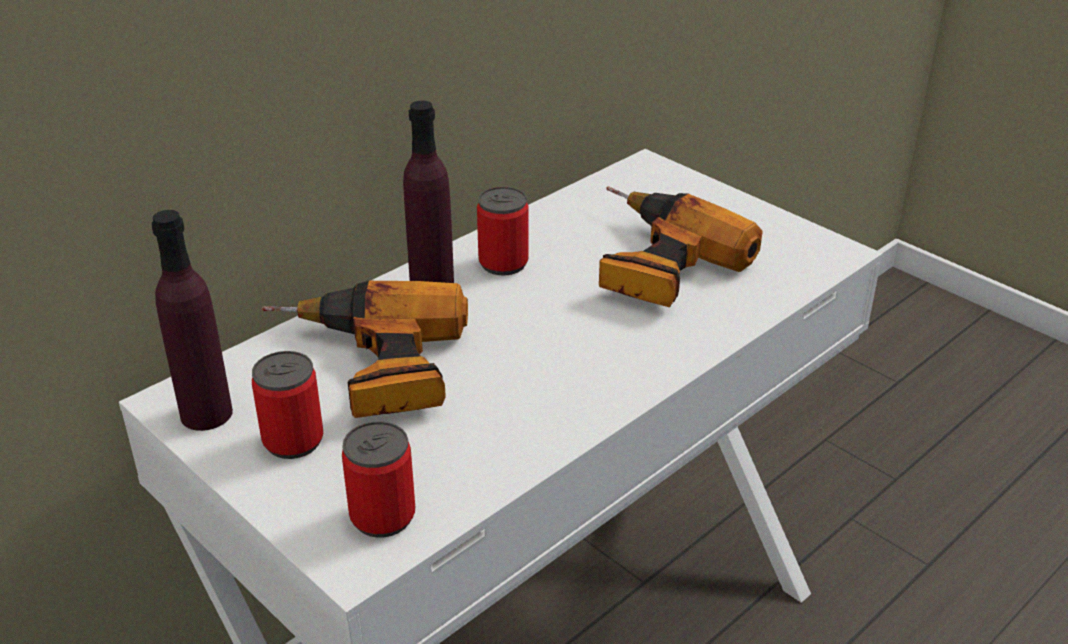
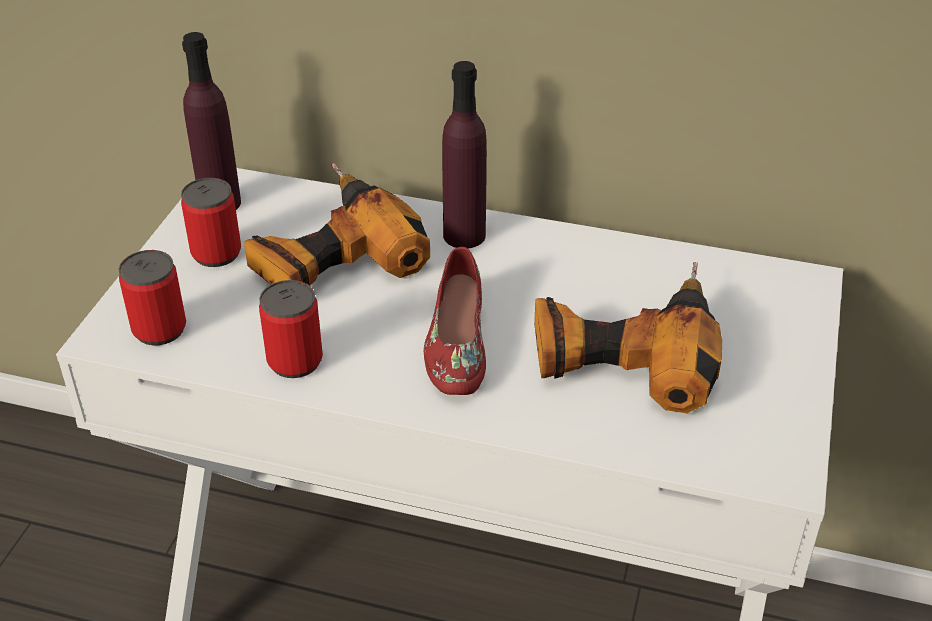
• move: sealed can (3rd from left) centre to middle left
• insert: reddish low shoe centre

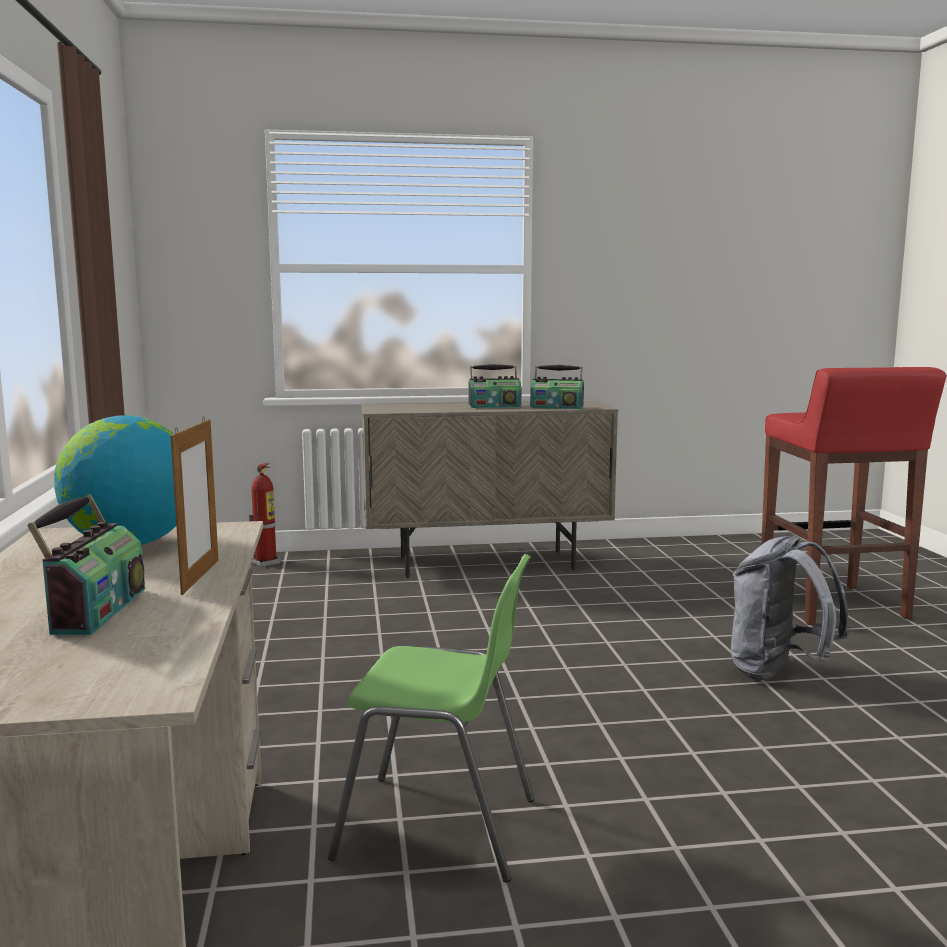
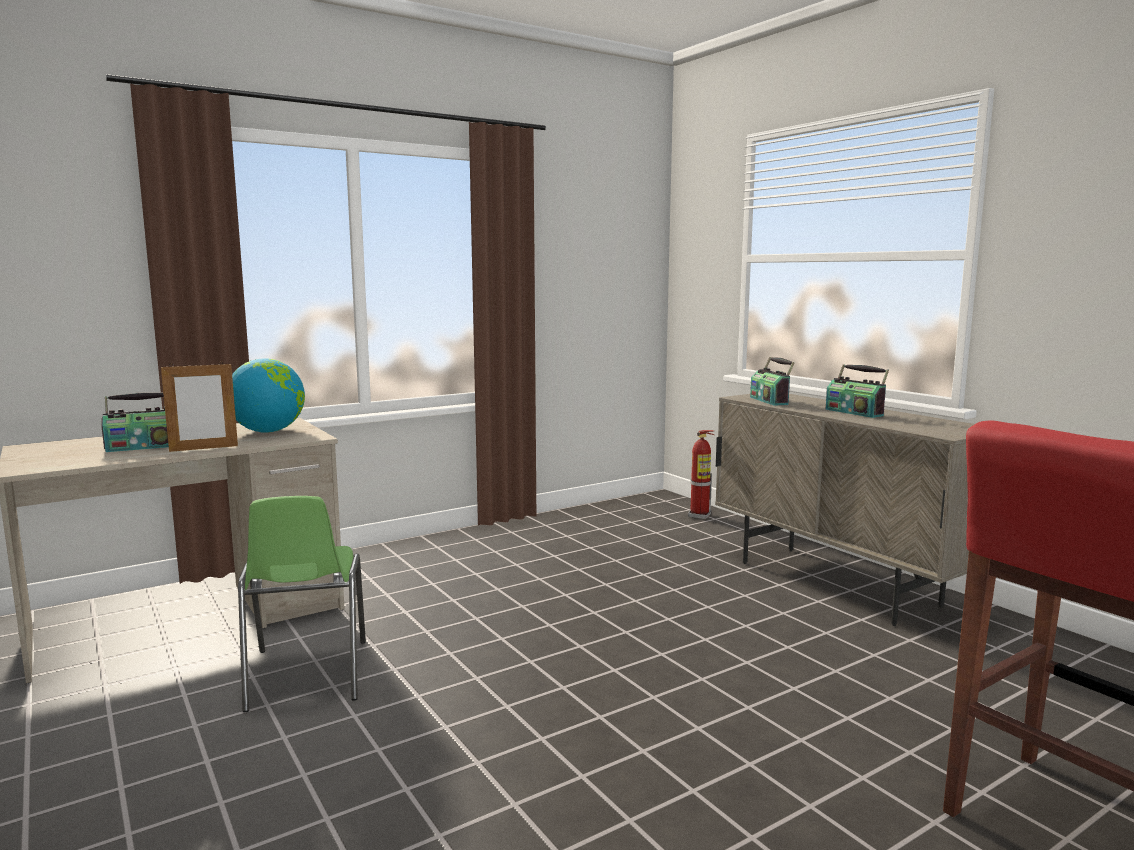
• move: radio (3rd from left in the first image) centre to radio (2nd from left) middle right
• delete: grey backpack middle right

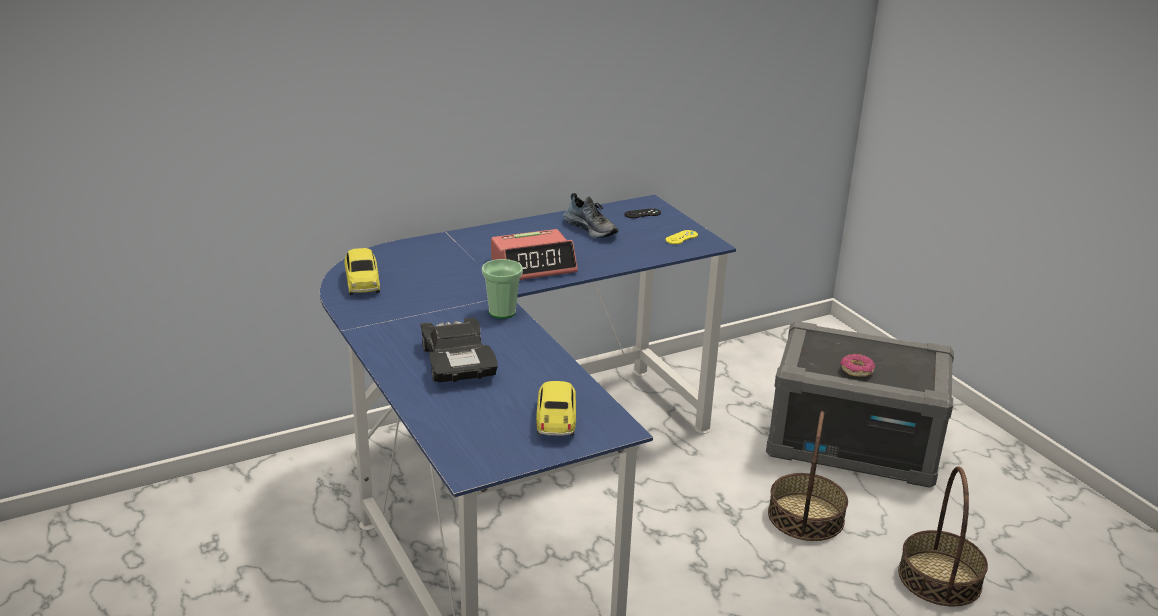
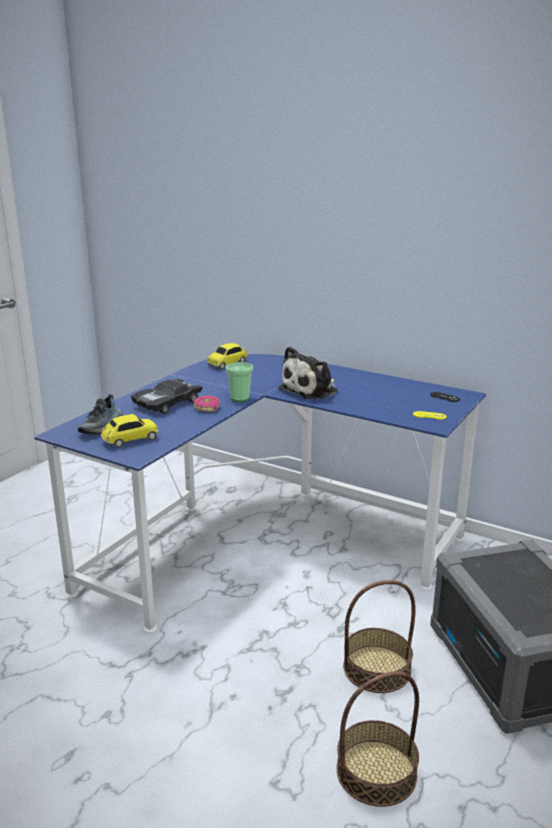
• replace: table clock centre to cuddly toy centre
• move: low shoe centre to middle left
• move: donut middle right to centre

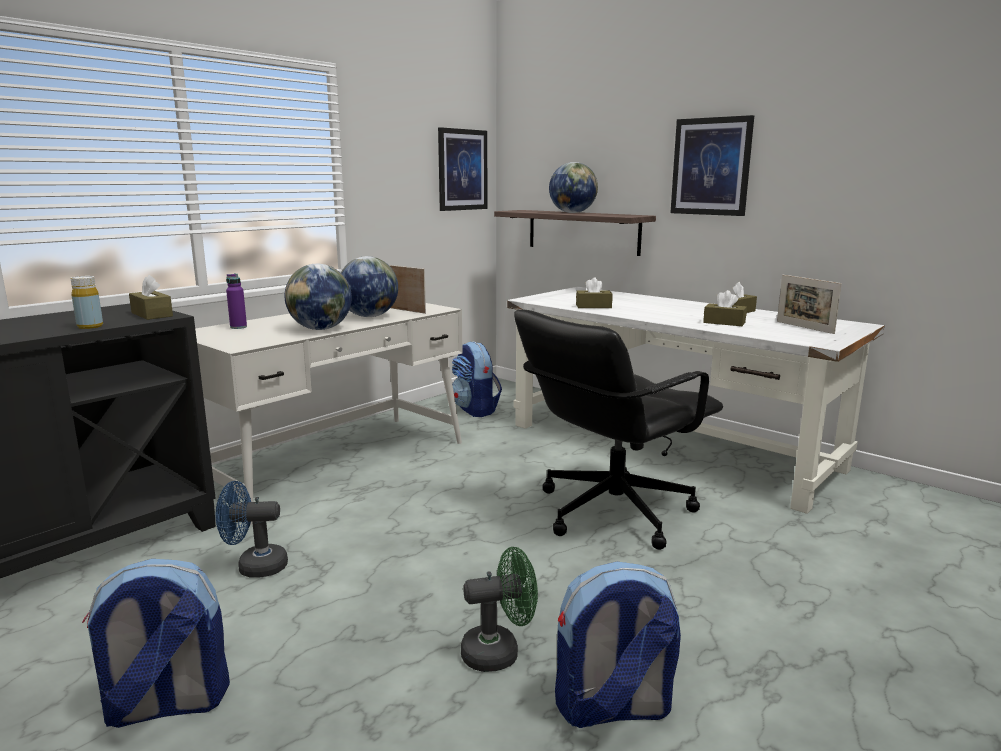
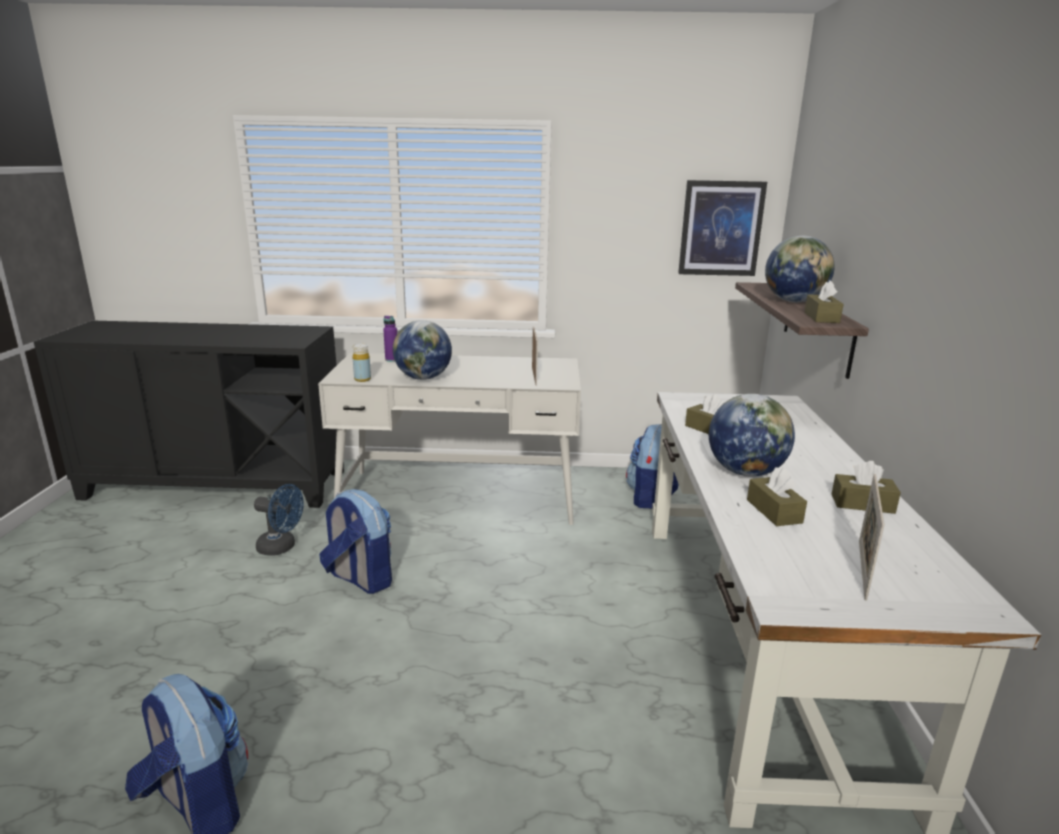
• move: yellowish beverage bottle middle left to centre
• move: backpack (1st from left in the first image) bottom left to backpack (2nd from left) centre
• move: brown tissue box (1st from left in the first image) middle left to brown tissue box (3rd from left) middle right
• rotate: blue electric fan bottom left = middle left 150 degrees clockwise
• move: desk globe (2nd from left) centre to middle right
• delete: green-coloured electric fan bottom centre
• delete: blackish desk chair centre
• delete: wall art (2nd from left) top right

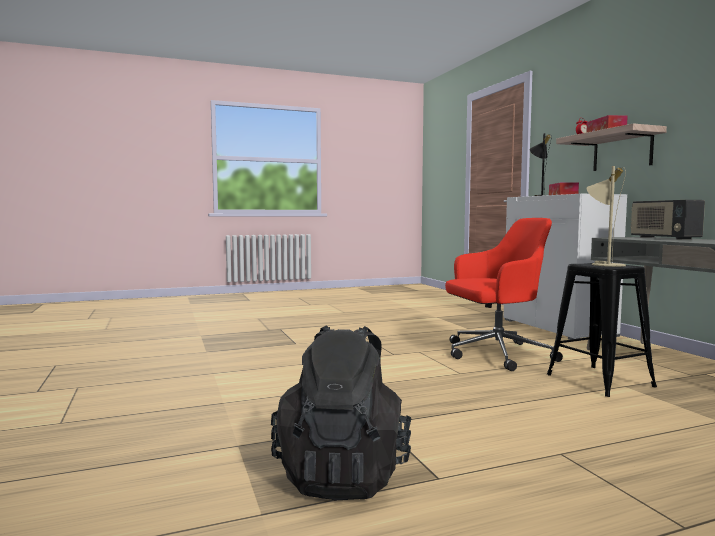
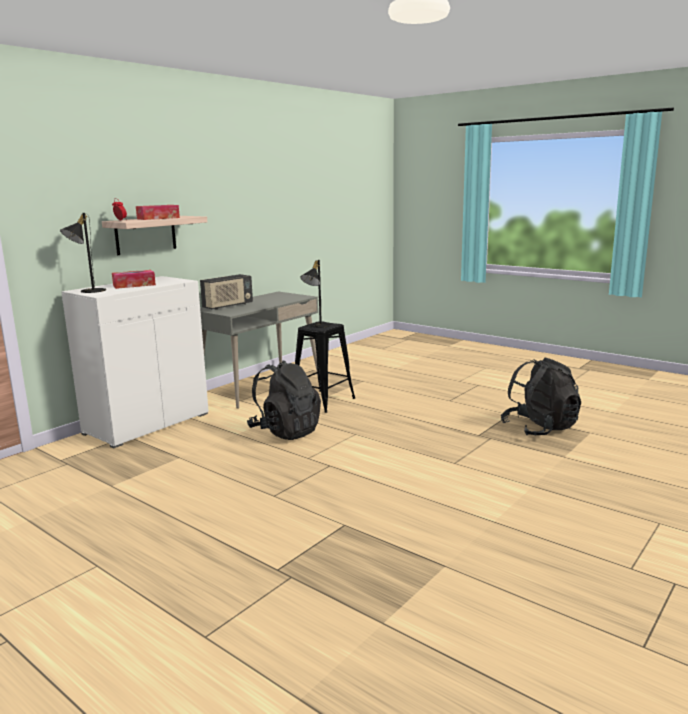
• replace: reddish desk chair middle right to blackish backpack (1st from left) centre
• recolor: beige-coloured table lamp middle right to blackish table lamp (2nd from left) centre

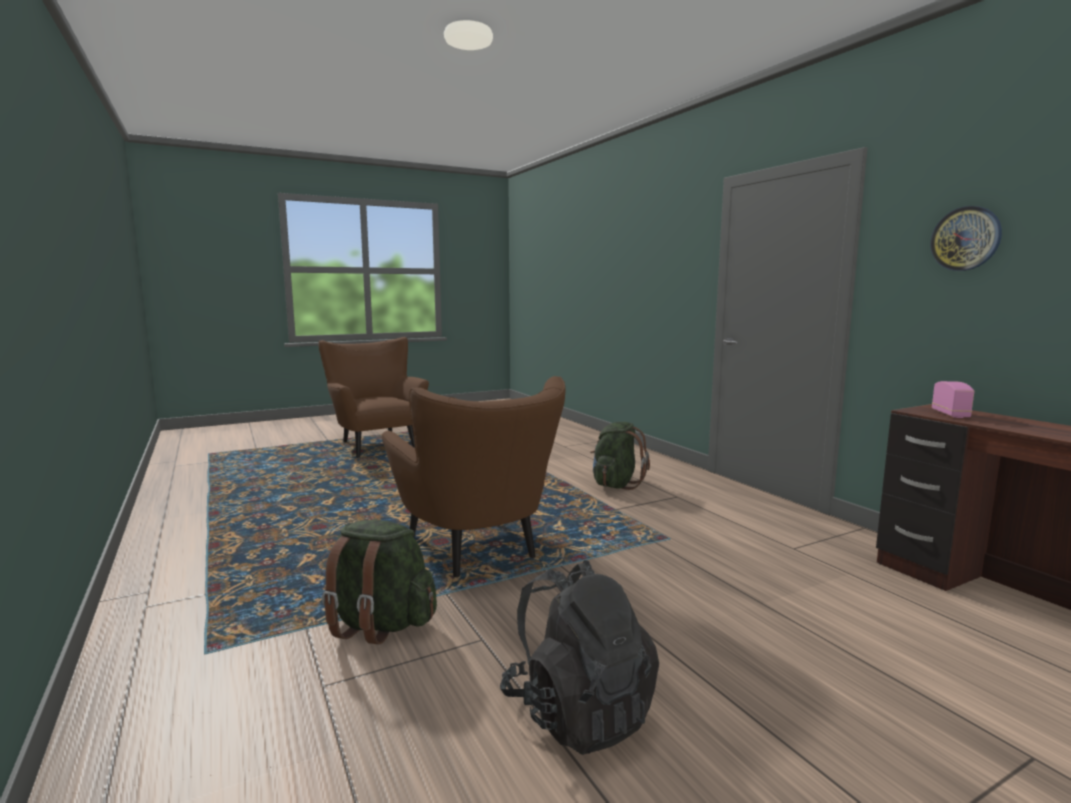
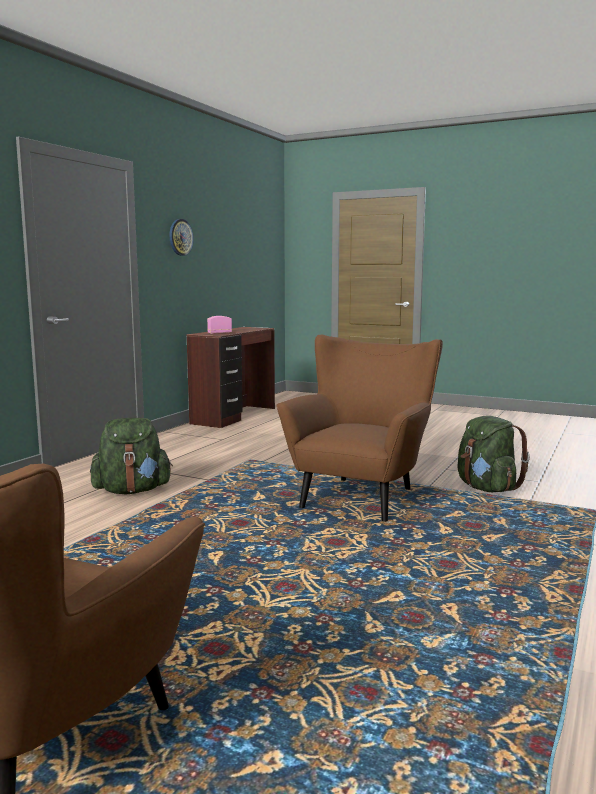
• delete: blackish backpack bottom centre

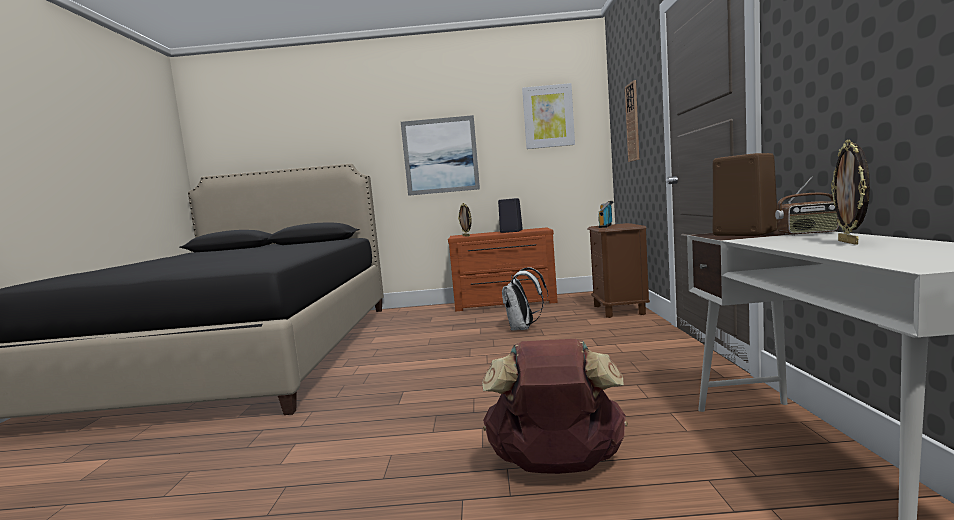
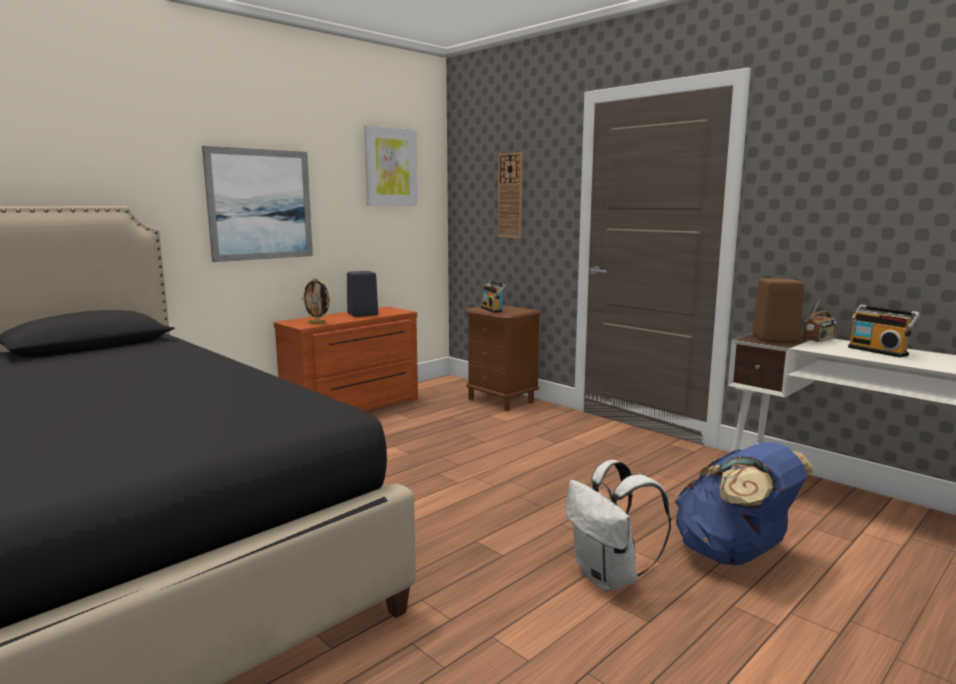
• recolor: brown backpack bottom centre to blue backpack bottom right
• move: white backpack centre to bottom centre
• replace: standing frame (2nd from left) middle right to radio (3rd from left) middle right

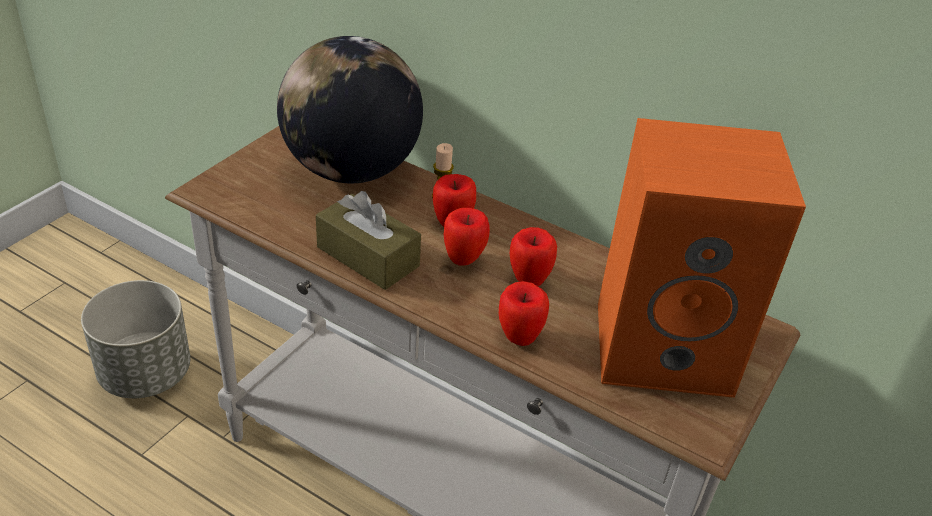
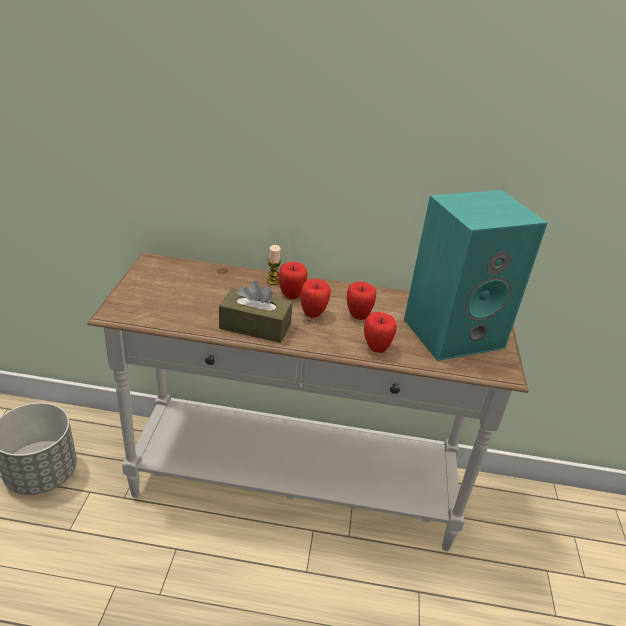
• delete: desk globe top centre
• recolor: orange loudspeaker middle right to turquoise loudspeaker middle right

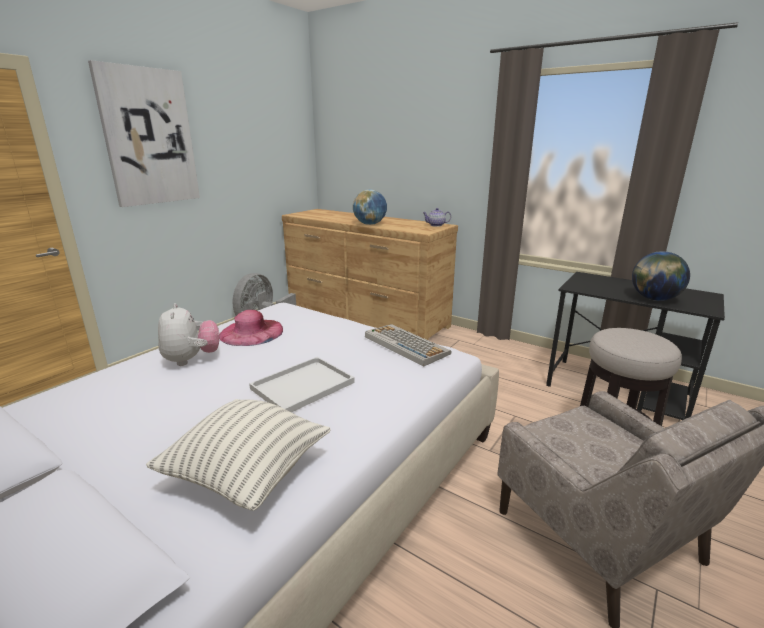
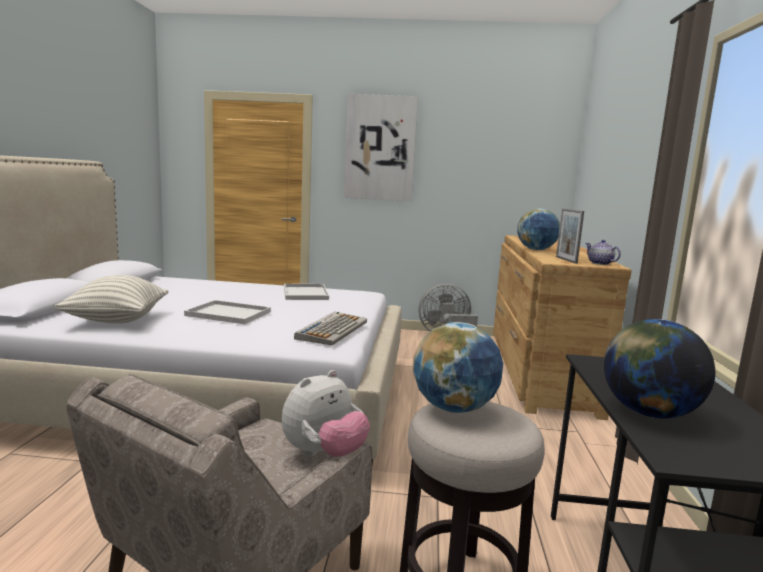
• move: cuddly toy middle left to bottom centre
• replace: pinkish hat middle left to white serving tray (2nd from left) centre
• insert: desk globe (1st from left) centre
• insert: standing frame middle right

